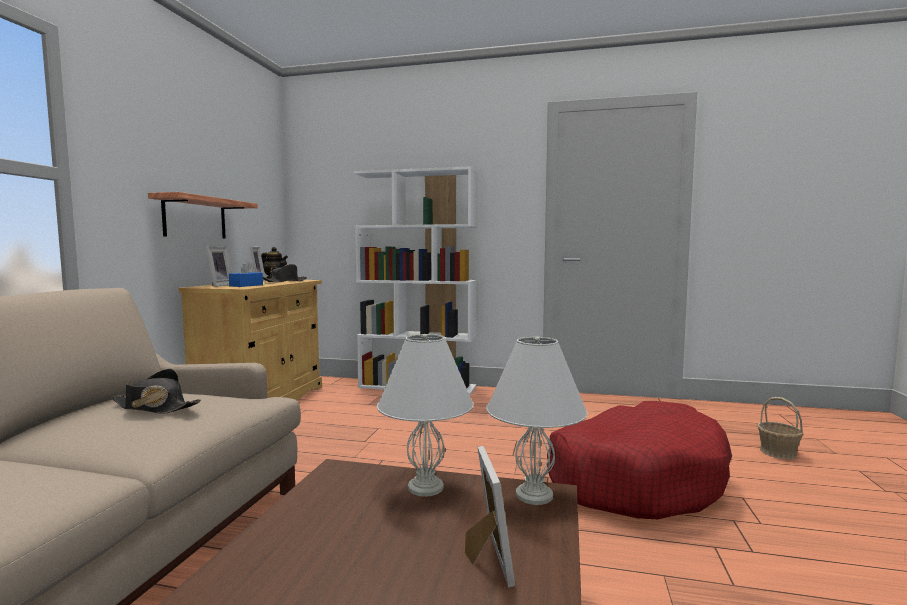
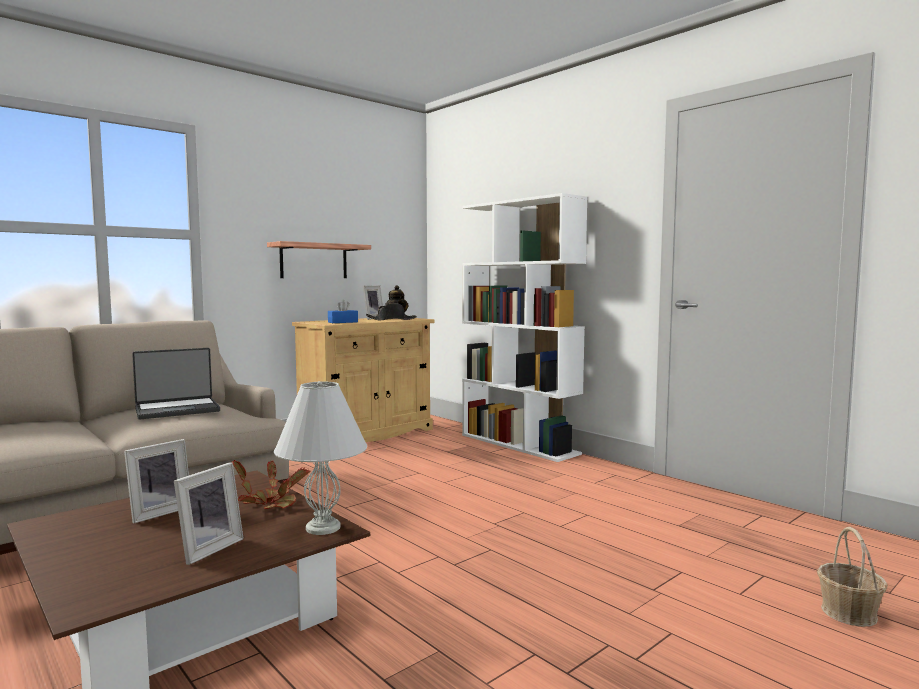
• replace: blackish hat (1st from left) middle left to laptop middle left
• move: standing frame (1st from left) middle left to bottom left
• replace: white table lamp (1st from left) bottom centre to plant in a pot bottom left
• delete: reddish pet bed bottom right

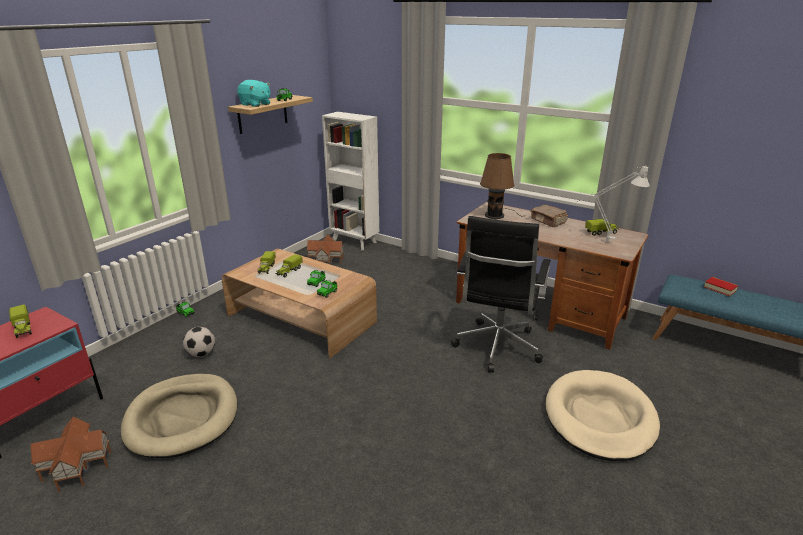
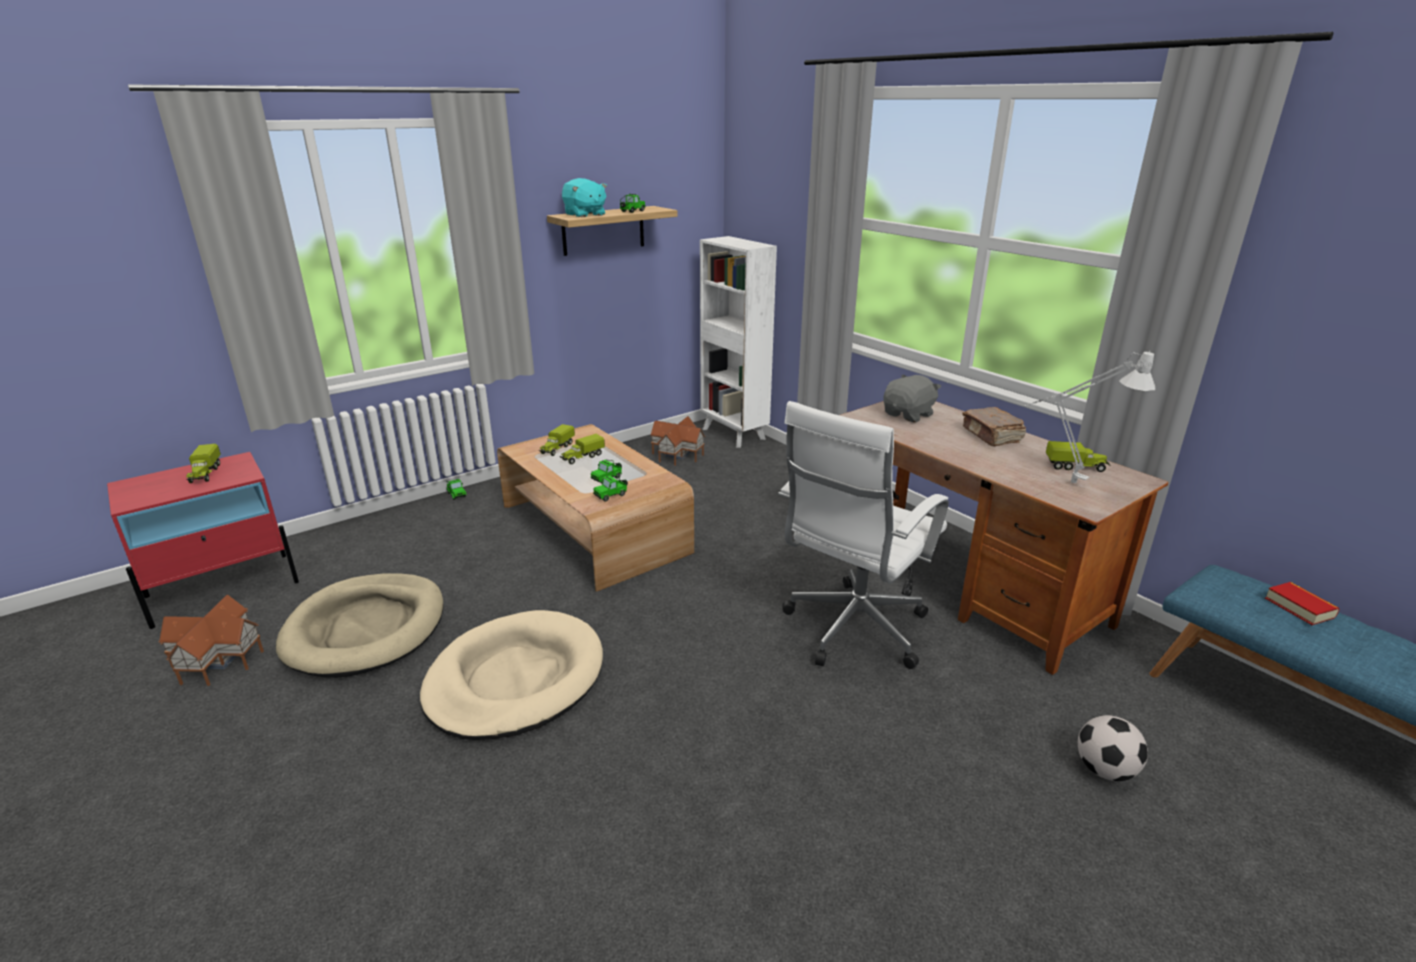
• move: ball for football middle left to bottom right
• recolor: blackish desk chair centre to white desk chair centre
• replace: brown table lamp centre to grey cuddly toy centre
• move: beige-coloured pet bed (2nd from left) bottom right to bottom centre

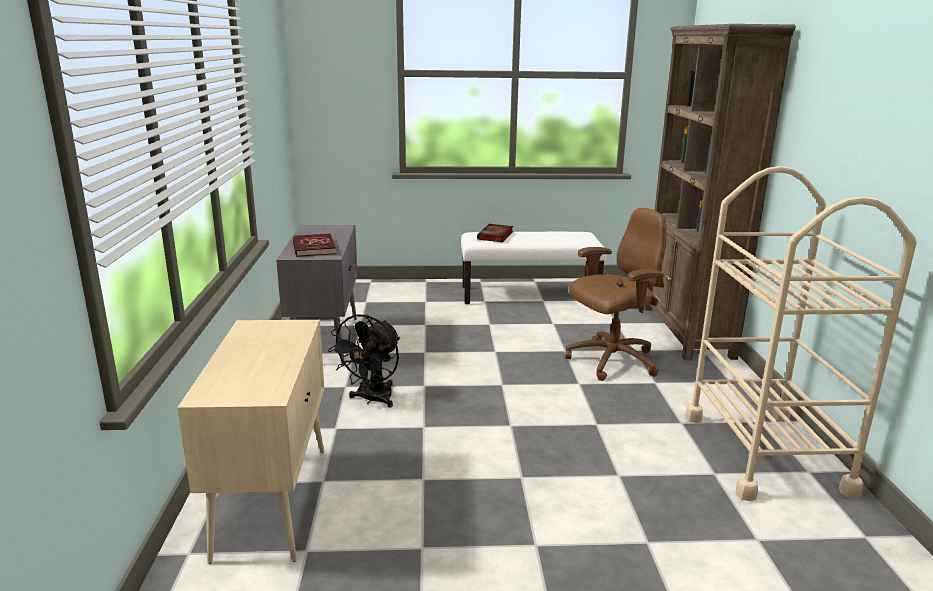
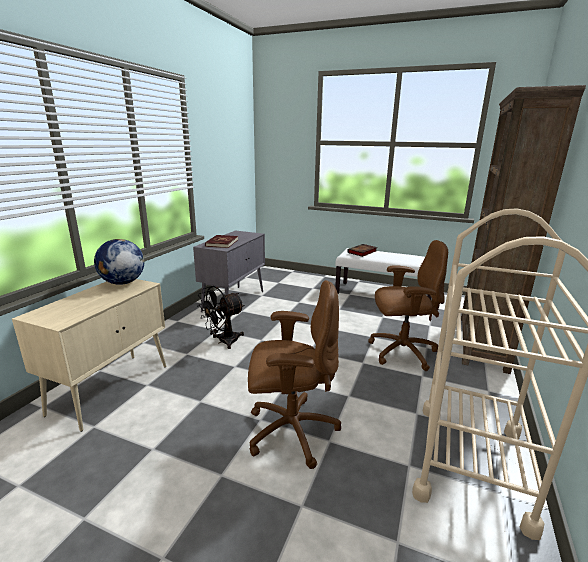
• insert: desk globe middle left
• insert: brown desk chair (1st from left) centre

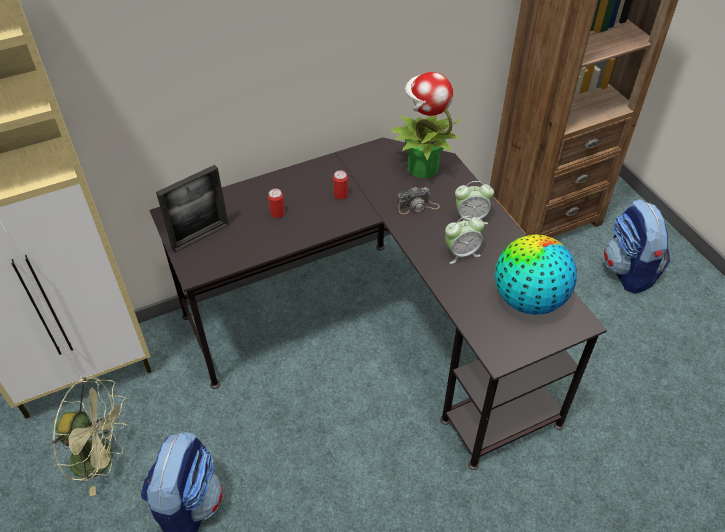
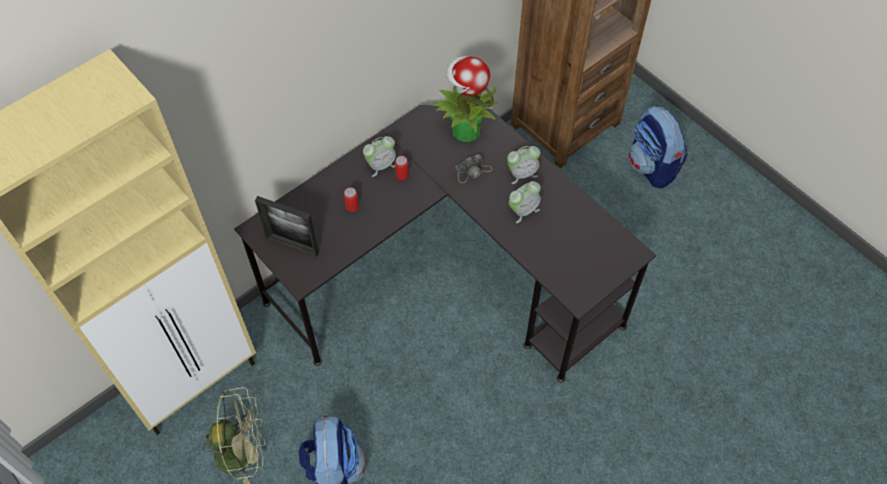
• rotate: standing frame middle left = middle left 75 degrees clockwise
• delete: desk globe middle right
• insert: table clock (1st from left) top centre

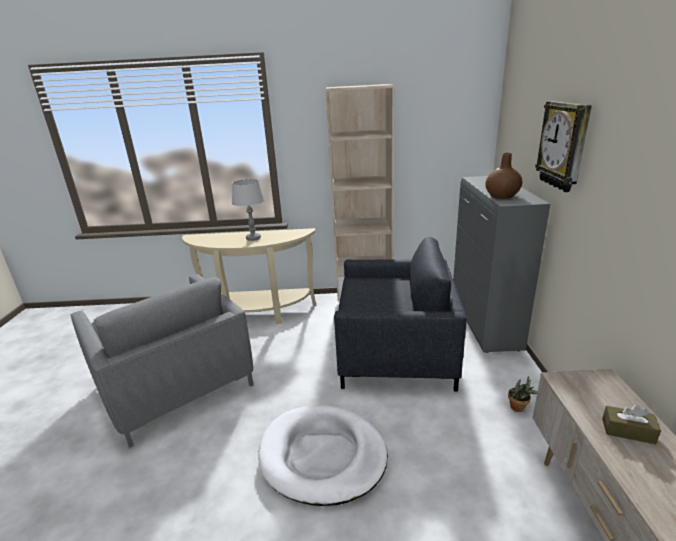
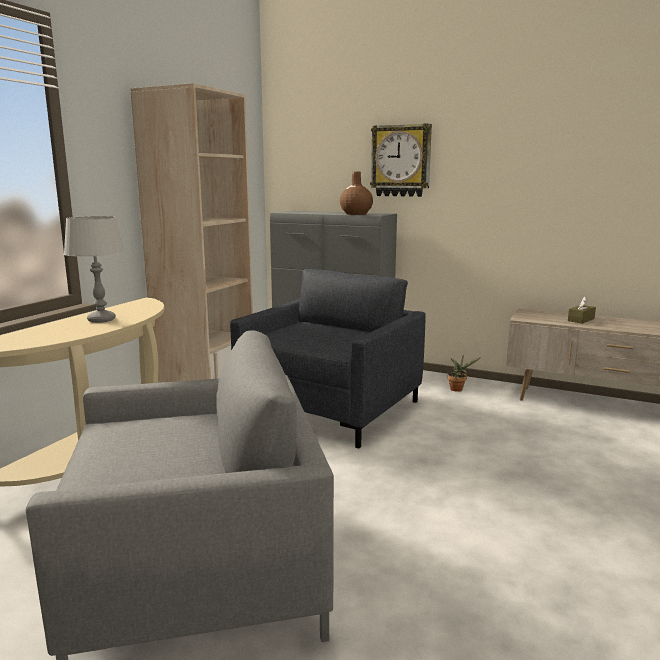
• delete: white pet bed bottom centre

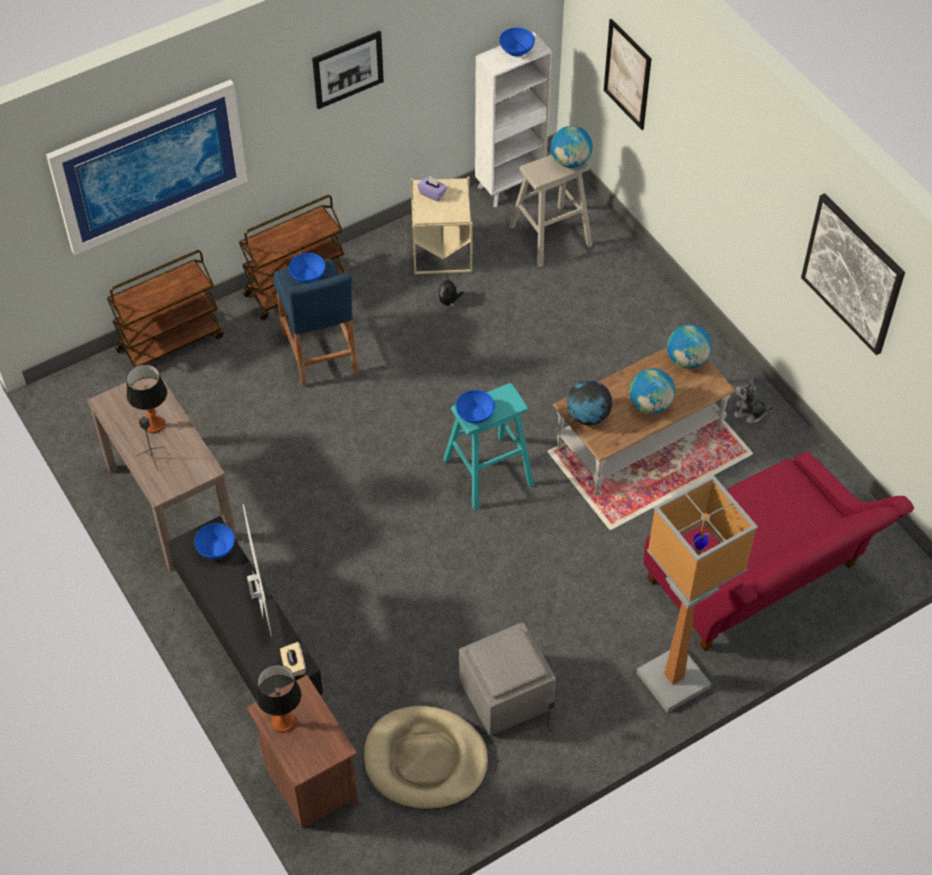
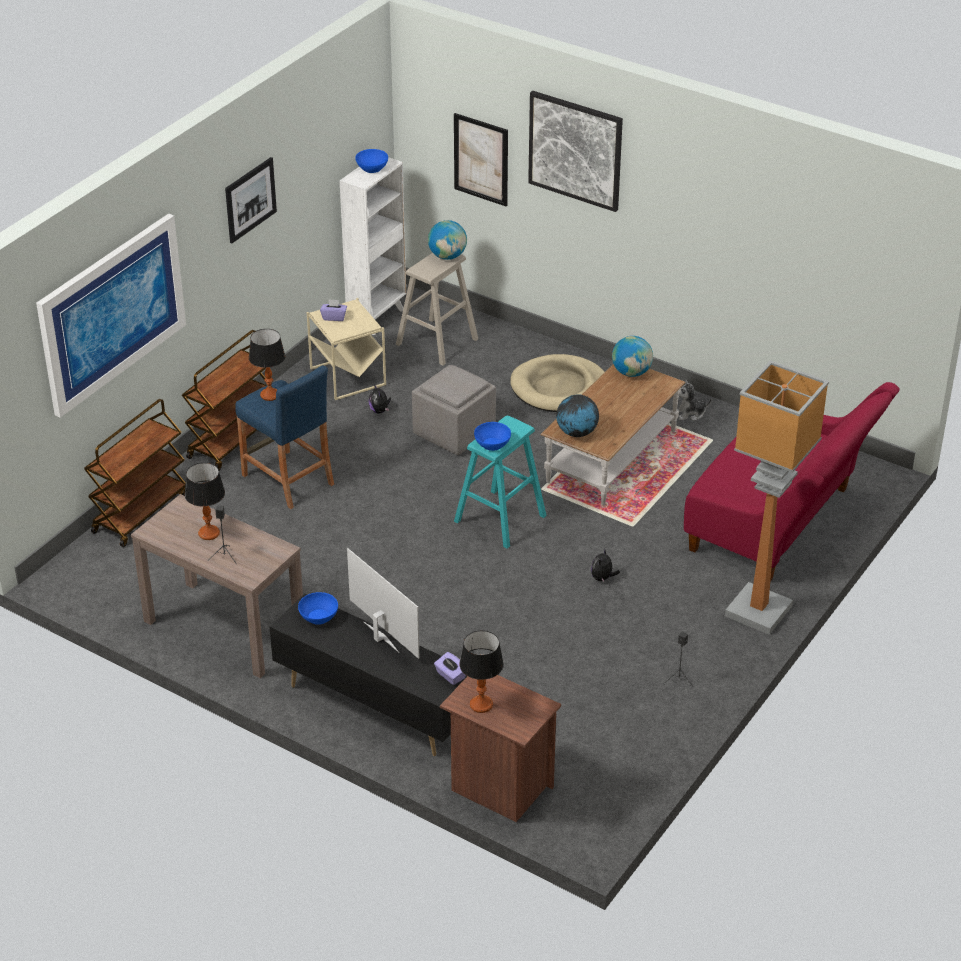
• recolor: beige-coloured tissue box bottom left to purplish tissue box (2nd from left) bottom centre
• replace: blue deep dish (2nd from left) top left to table lamp (2nd from left) middle left
• move: beige-coloured pet bed bottom centre to centre
• move: grey pouffe bottom centre to centre
• delete: desk globe (3rd from left) middle right
• move: wall art (4th from left) top right to top centre
• insert: cuddly toy (2nd from left) centre

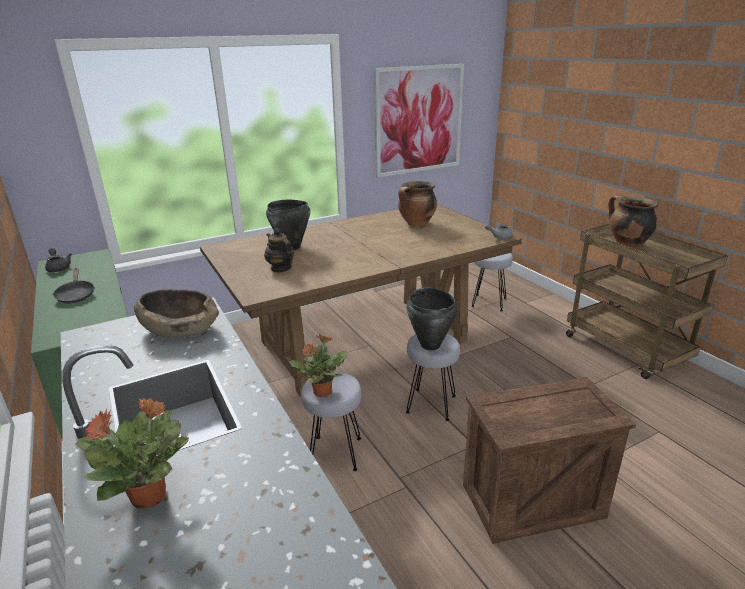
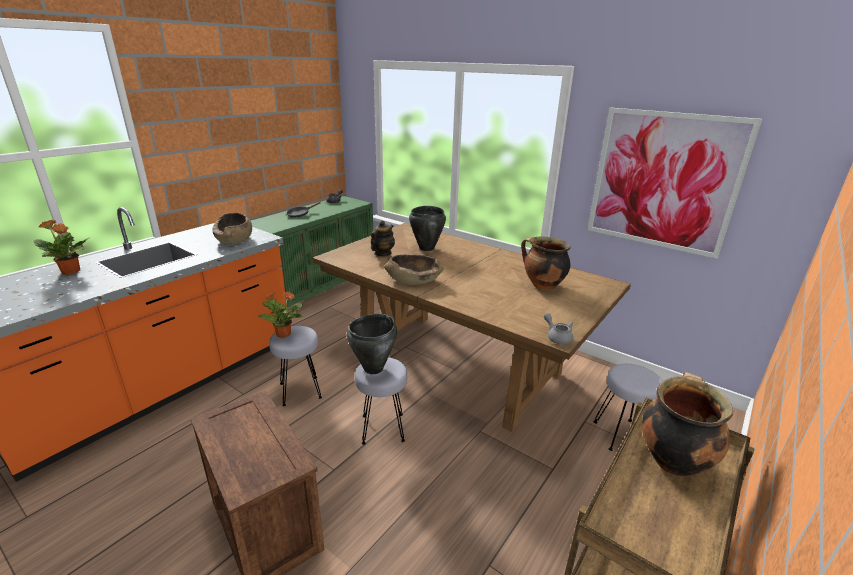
• insert: brown deep dish (2nd from left) centre

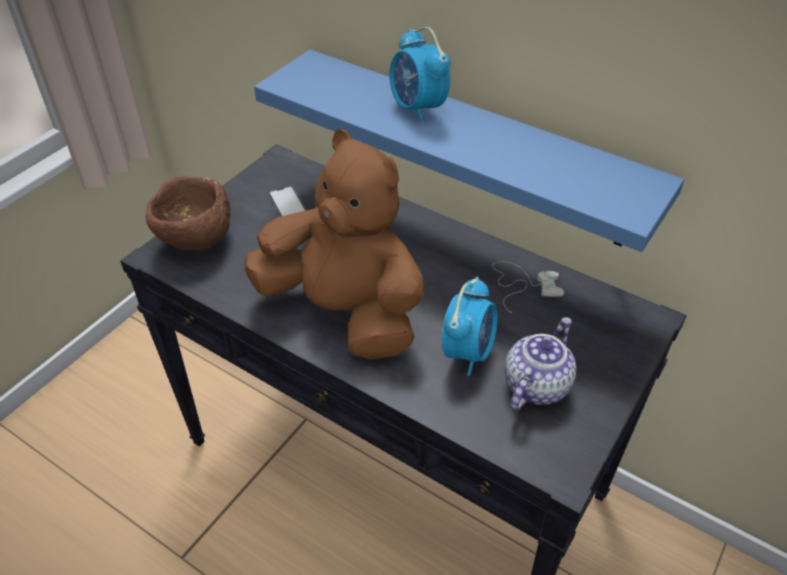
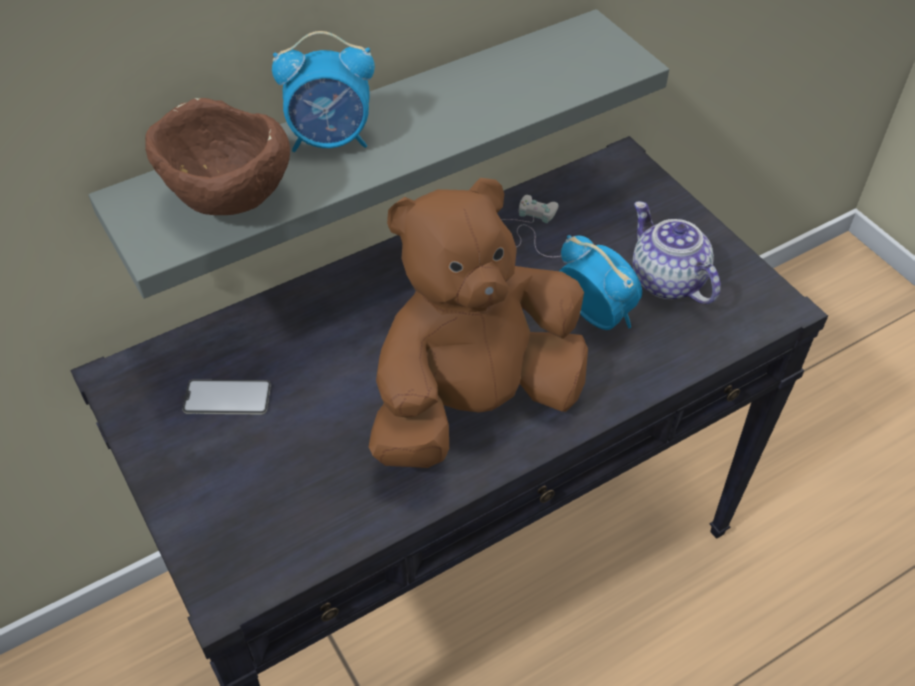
• move: brown deep dish middle left to top left
• recolor: blue bracket shelf top centre to grey bracket shelf top centre

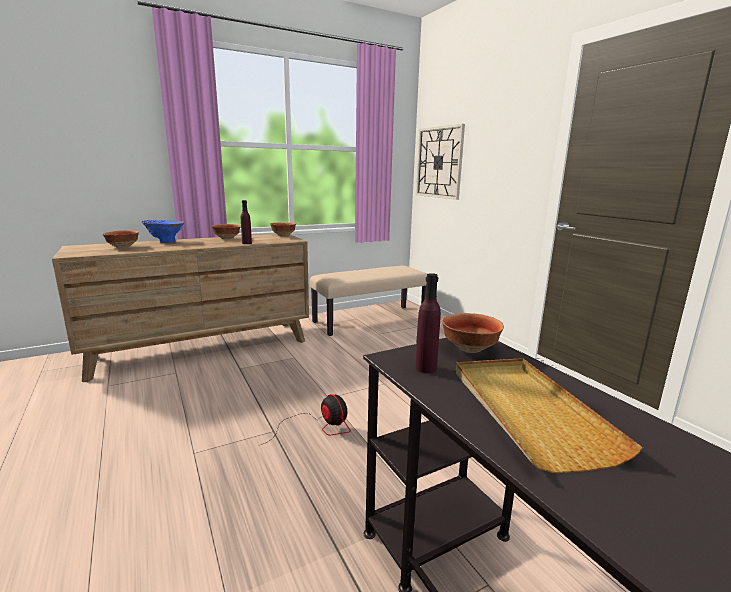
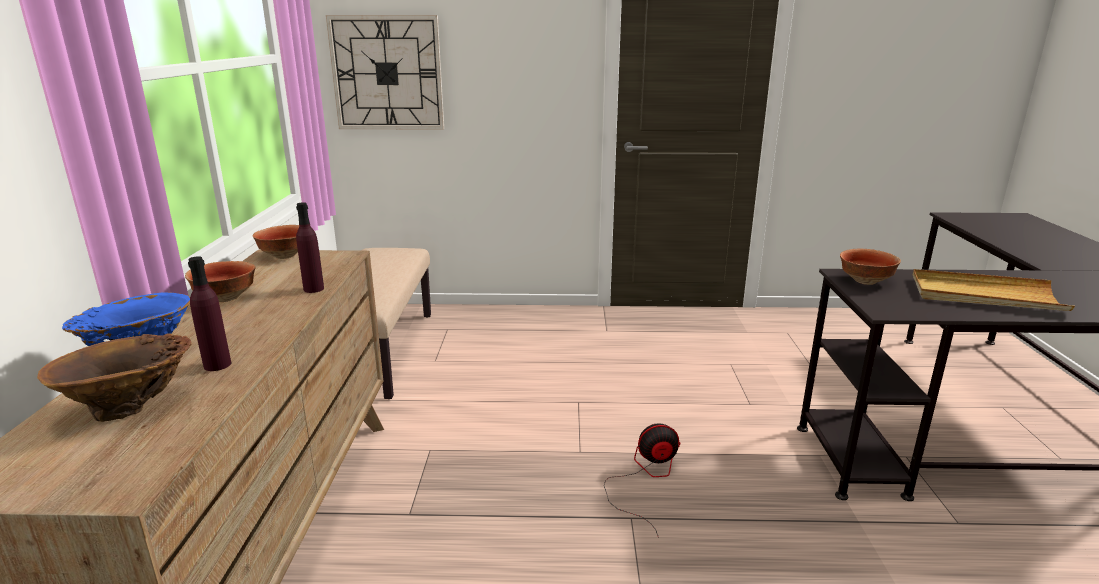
• replace: deep dish (1st from left) middle left to brown vase middle left
• move: purplish beverage bottle (2nd from left in the first image) centre to purplish beverage bottle (1st from left) middle left

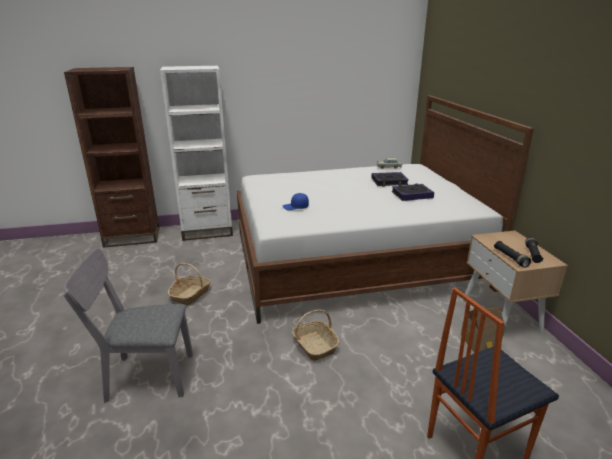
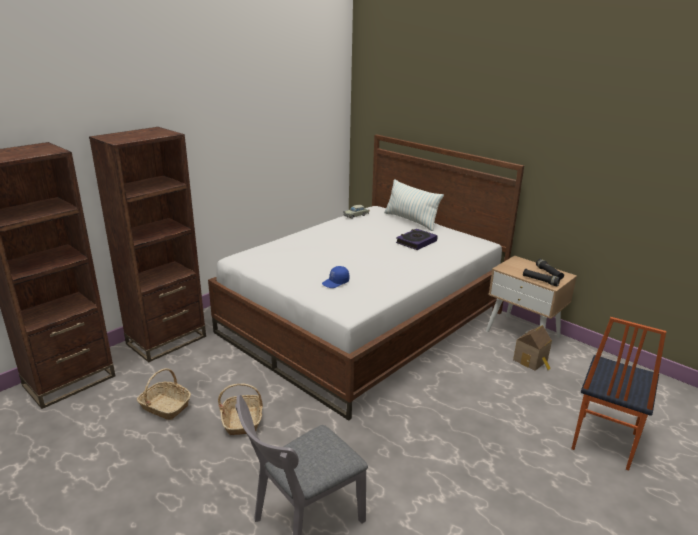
• recolor: white bookcase middle left to brown bookcase (2nd from left) middle left
• move: storage basket (2nd from left in the first image) bottom centre to storage basket (1st from left) bottom left
• delete: bound book (1st from left) centre
• insert: pillow centre

